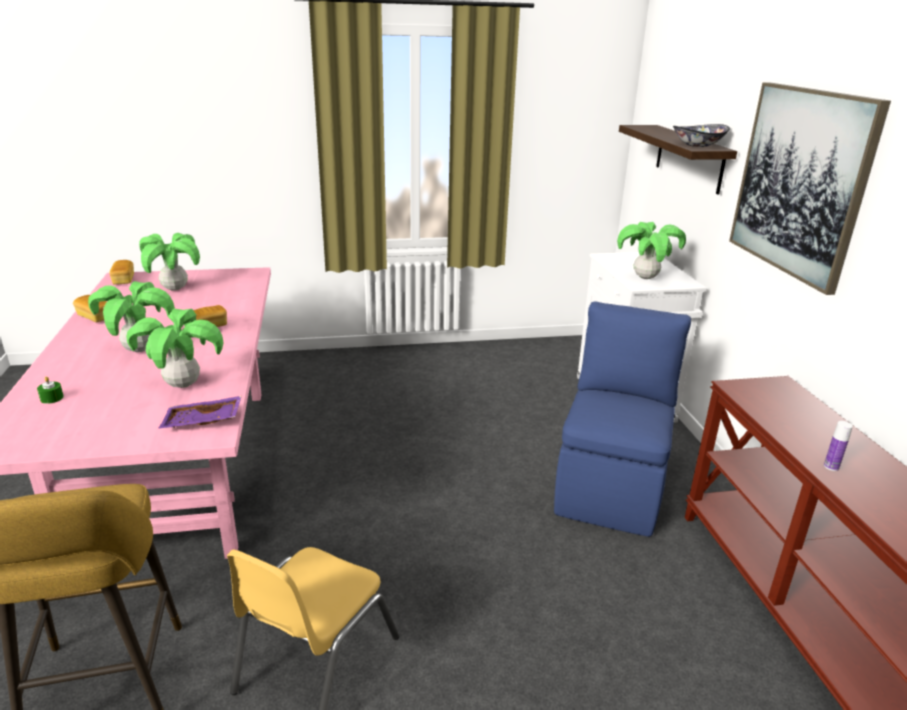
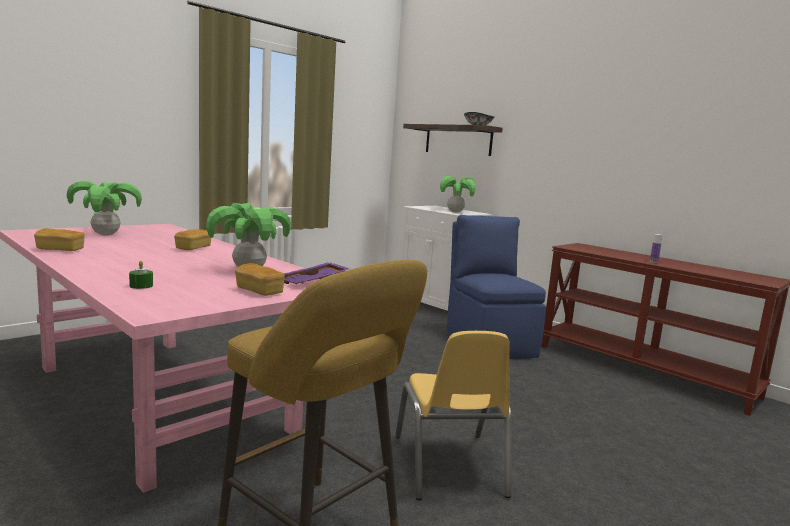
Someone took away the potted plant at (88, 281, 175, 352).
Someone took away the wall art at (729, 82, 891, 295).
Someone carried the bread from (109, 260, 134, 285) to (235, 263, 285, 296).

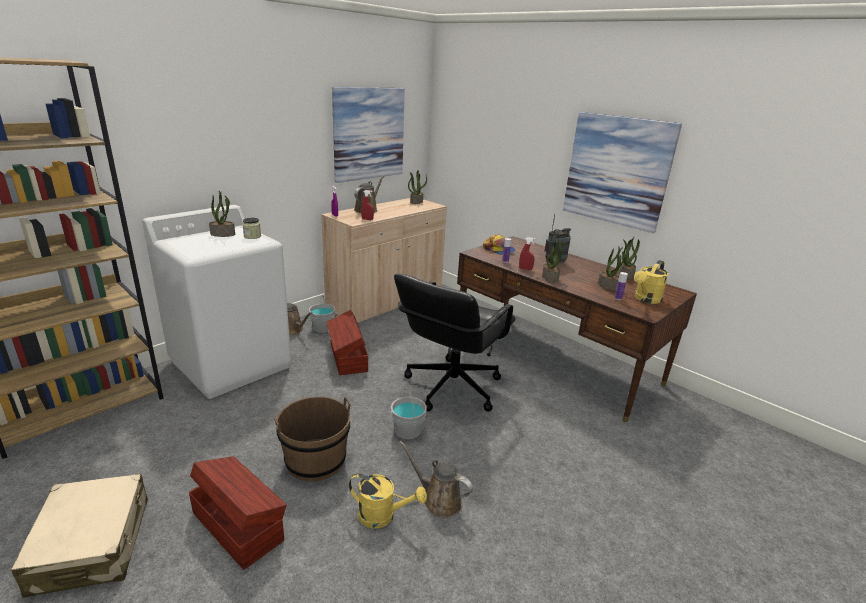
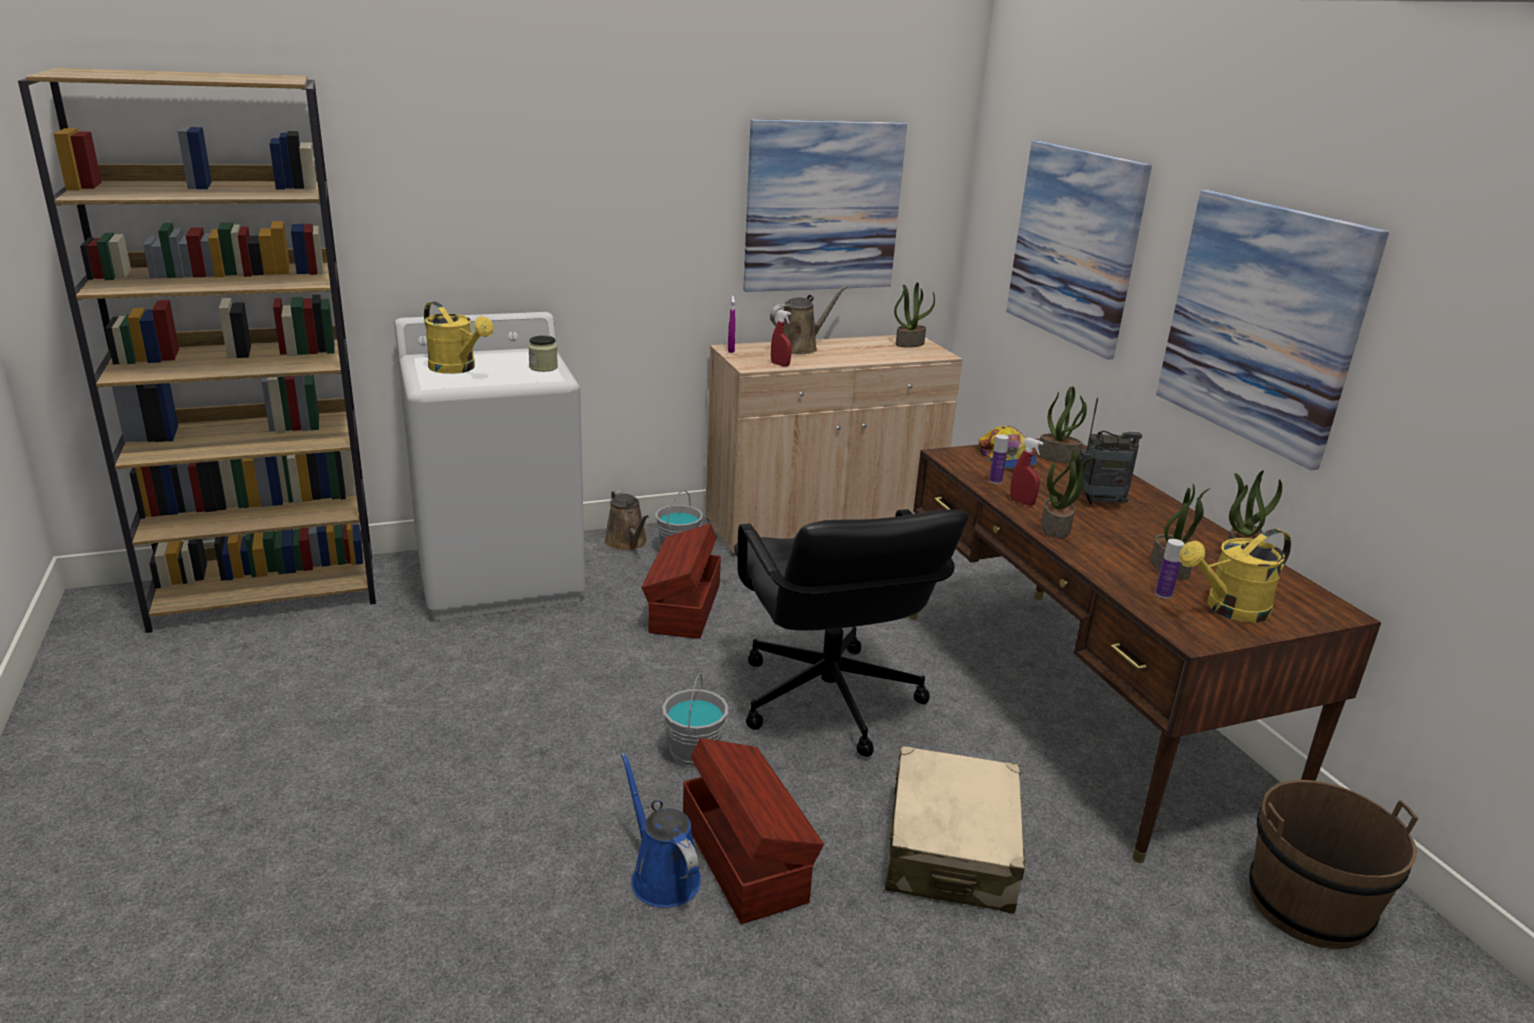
Someone put up the wall art at (1006, 141, 1152, 359).
Someone carried the sand-coloured travel case from (11, 474, 148, 598) to (885, 746, 1026, 914).
Someone carried the brown-coloured storage bin from (189, 456, 287, 570) to (683, 738, 824, 924).
Someone carried the potted plant from (209, 191, 235, 237) to (1038, 387, 1087, 464).
Someone carried the brown-coloured water bucket from (274, 396, 351, 482) to (1249, 780, 1418, 949).
Someone carried the yellow-coloured watering can from (349, 473, 427, 528) to (424, 302, 494, 374).
Someone repainted the brown-coloured watering can at (399, 441, 473, 518), which became the blue watering can at (621, 752, 701, 907).
Someone rotated the black office chair at (394, 274, 516, 412) by 75 degrees counterclockwise.

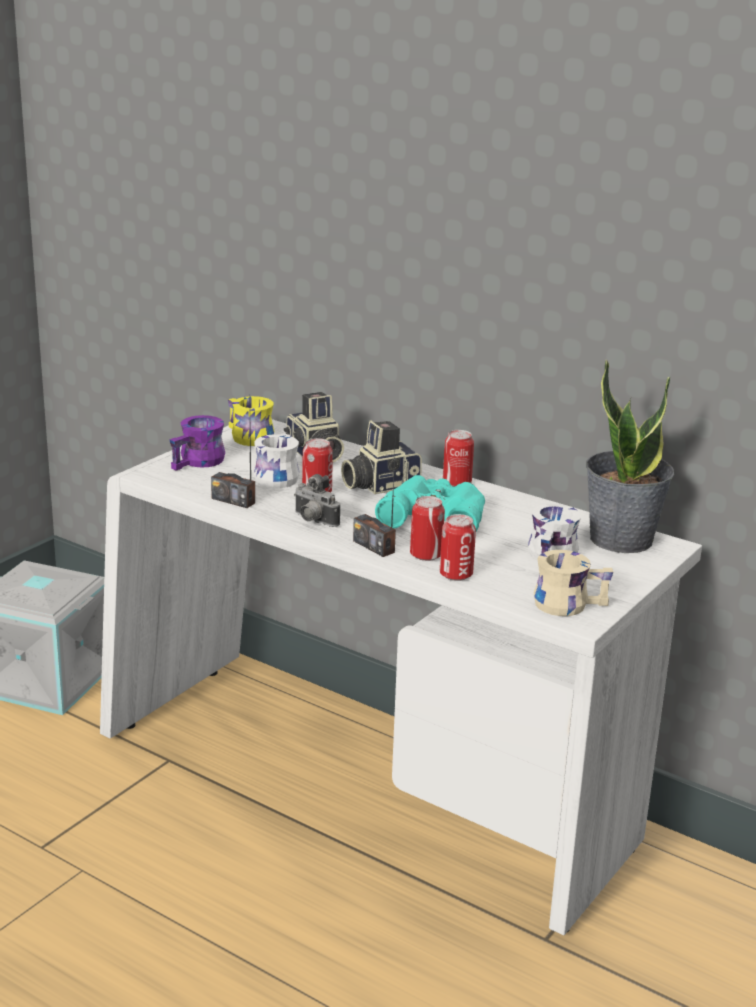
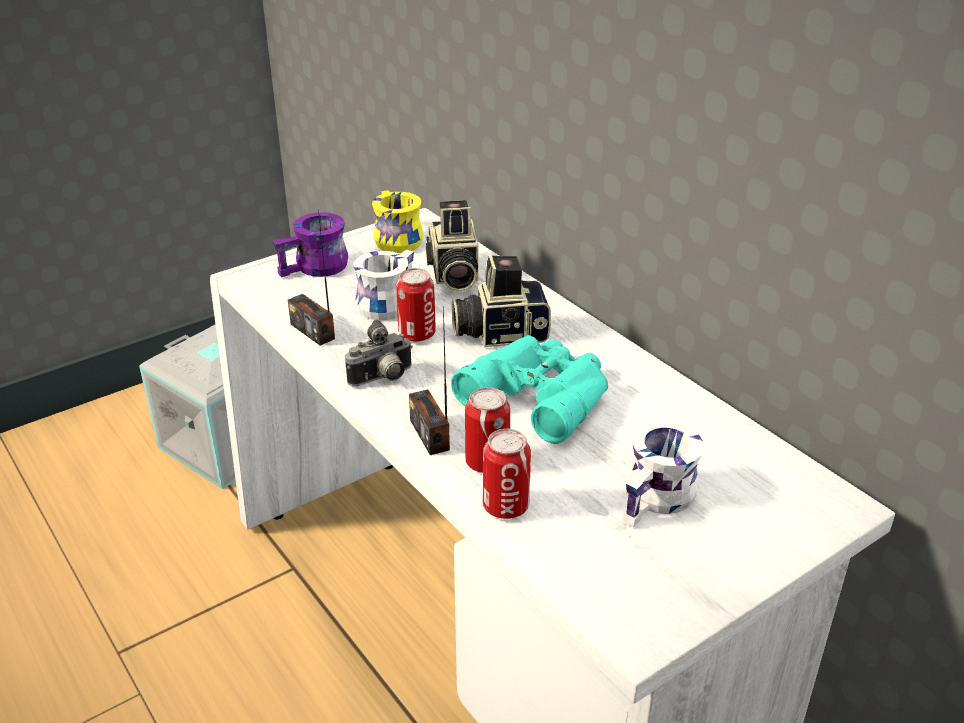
Someone took away the sealed can at (443, 430, 474, 487).
Someone took away the sand-coloured coffee mug at (534, 550, 613, 616).
Someone took away the potted plant at (586, 359, 674, 553).
Someone rotated the still camera at (294, 474, 340, 527) by 90 degrees counterclockwise.

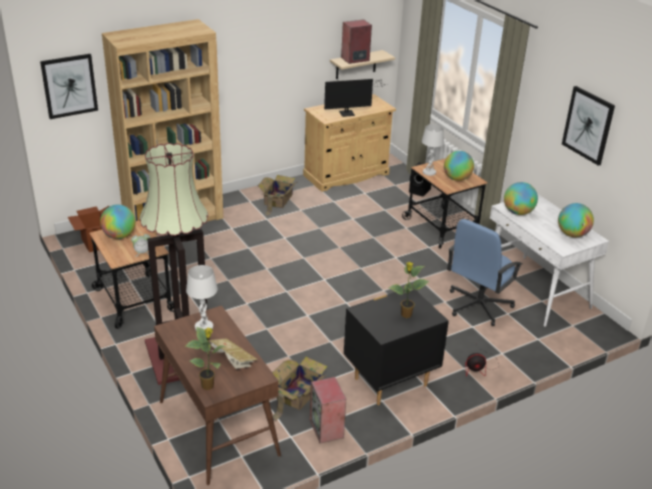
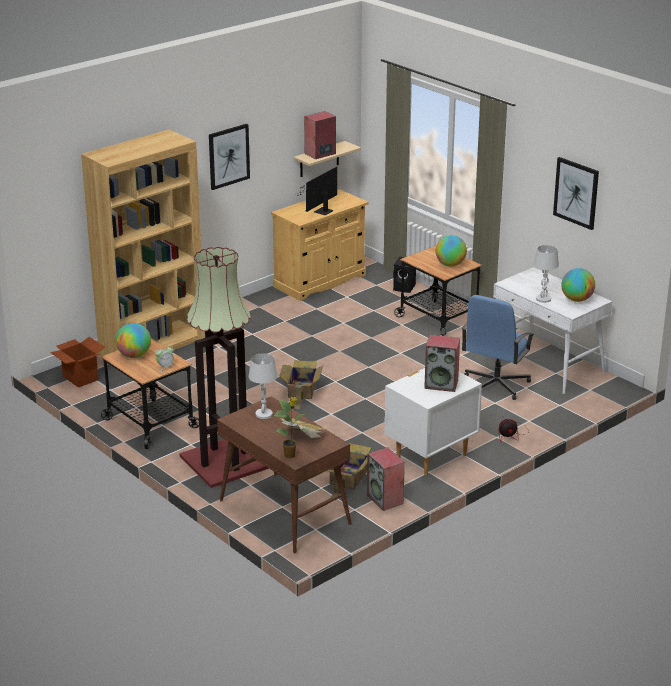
Someone took away the globe at (504, 182, 538, 215).
Someone carried the wall art from (40, 54, 98, 119) to (209, 124, 250, 190).
Someone carried the cardboard box from (258, 175, 297, 216) to (280, 360, 323, 410).
Someone carried the white table lamp from (422, 124, 444, 176) to (534, 245, 559, 303).
Someone swapped the potted plant at (389, 262, 429, 318) for the speaker at (424, 335, 460, 392).
Someone repainted the black night table at (344, 287, 449, 405), which became the white night table at (384, 368, 482, 476).
Someone rotated the computer screen at (324, 79, 385, 117) by 150 degrees clockwise.

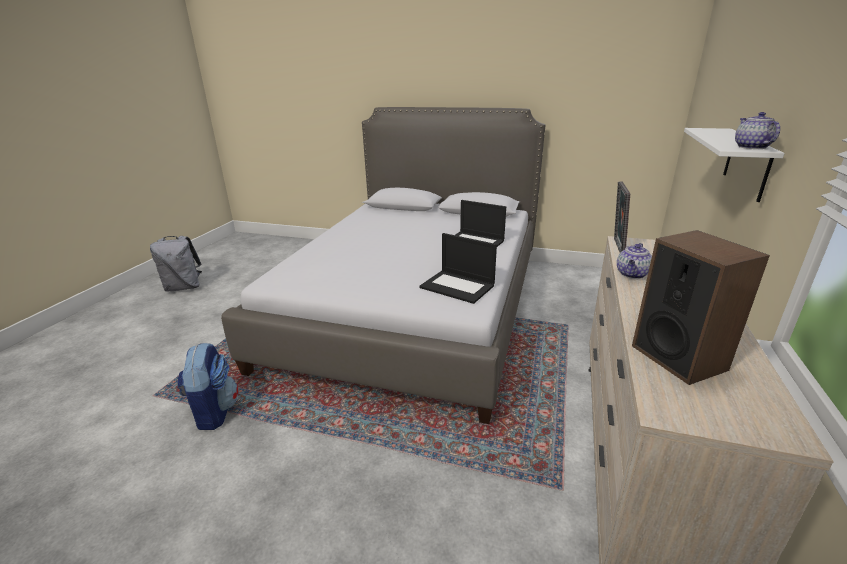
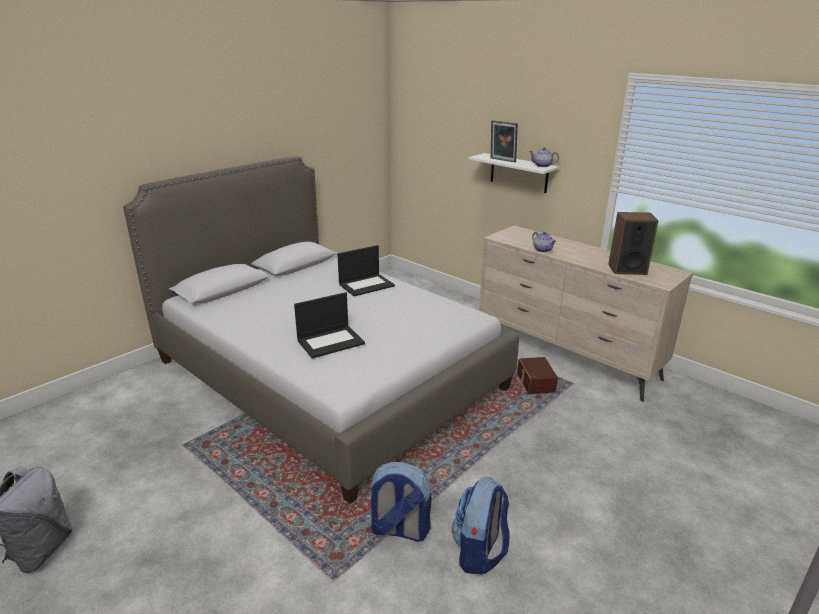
Someone put down the rucksack at (452, 477, 509, 574).
Someone put down the brown-coloured storage bin at (517, 357, 558, 394).
Someone carried the notebook computer from (419, 233, 497, 304) to (294, 292, 365, 359).
Someone carried the photo frame from (614, 181, 630, 252) to (491, 120, 518, 162).

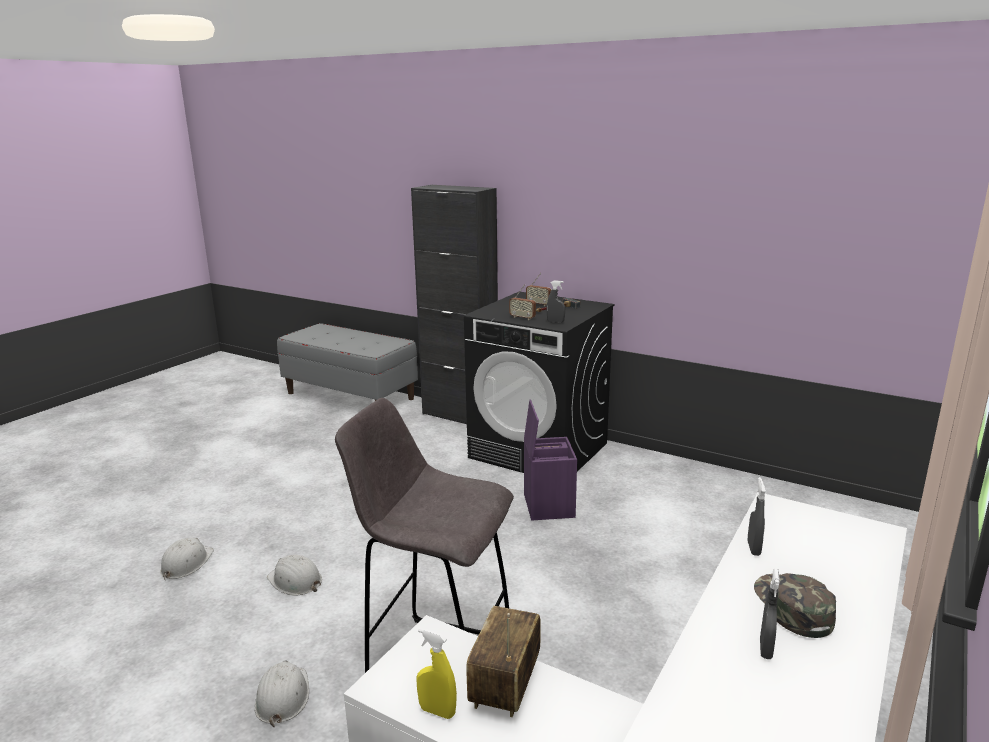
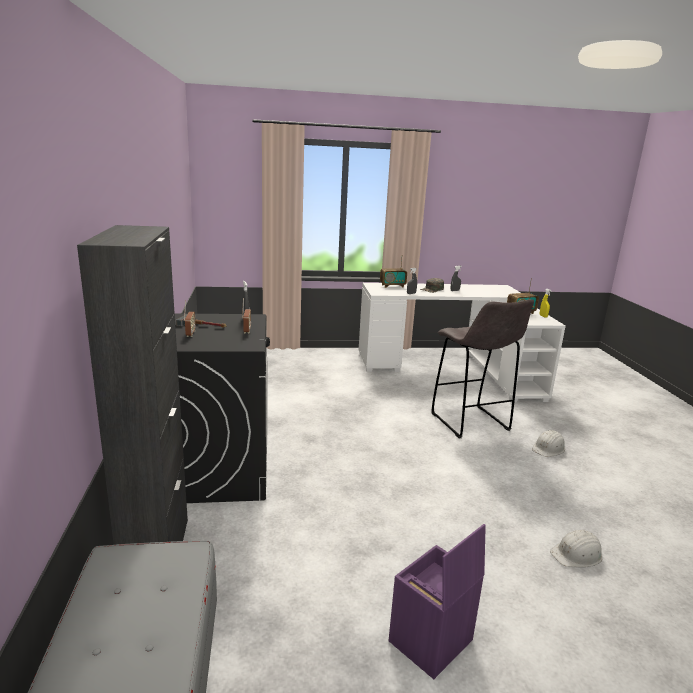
Someone took away the white work helmet at (267, 554, 322, 596).
Someone put down the radio at (380, 259, 407, 288).
Someone carried the purple-coloured storage bin from (524, 400, 577, 520) to (388, 524, 486, 679).

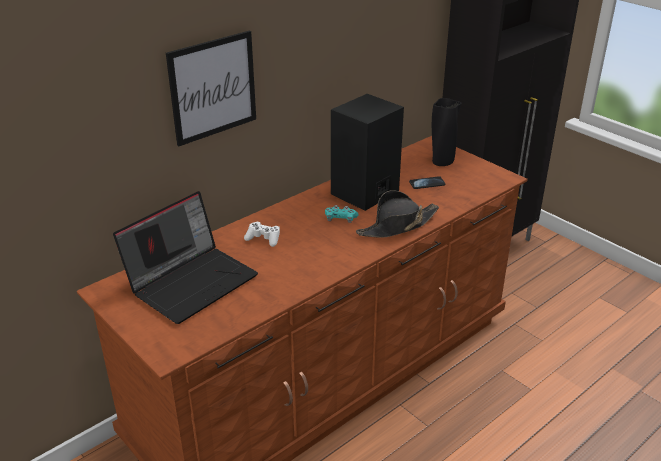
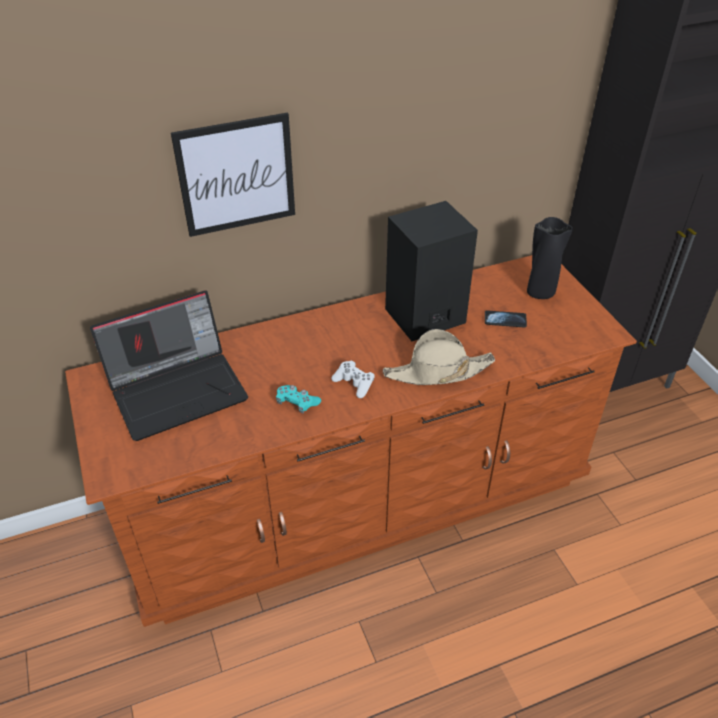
Someone carried the white joypad from (244, 222, 280, 247) to (331, 360, 374, 398).
Someone carried the blue-green joypad from (325, 205, 359, 223) to (276, 385, 321, 413).
Someone repainted the black hat at (356, 190, 439, 238), which became the sand-coloured hat at (383, 329, 495, 385).

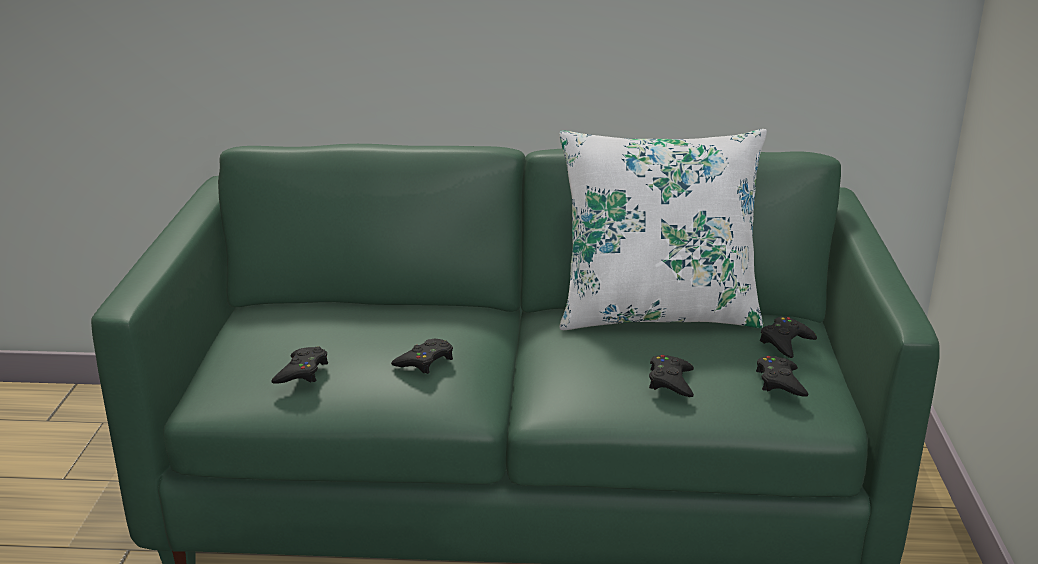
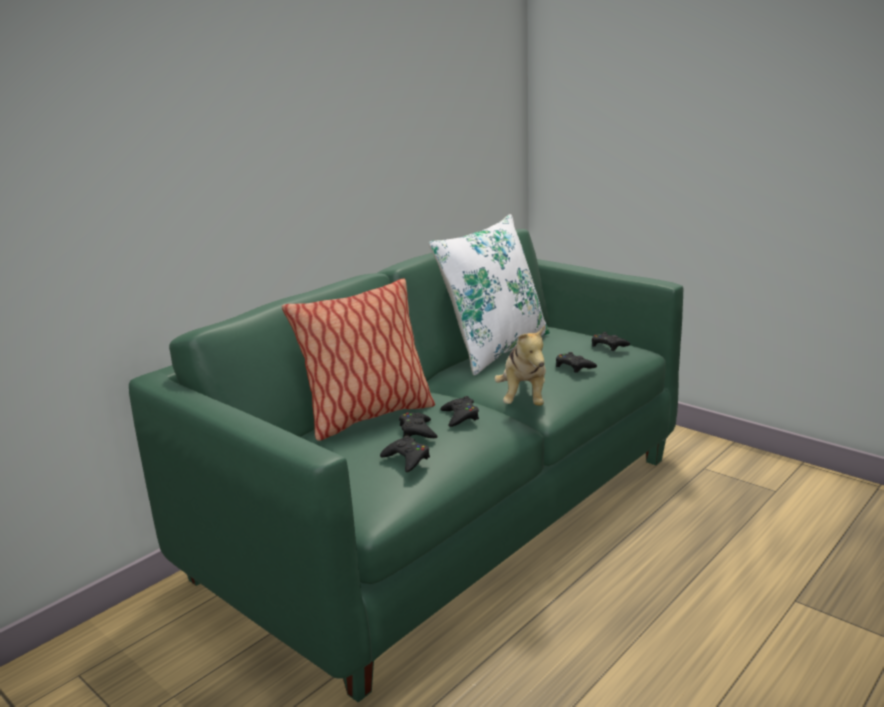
Someone put down the cushion at (282, 278, 435, 441).
Someone put down the plush toy at (494, 325, 546, 406).
Someone carried the black joypad from (760, 317, 817, 358) to (399, 413, 438, 438).

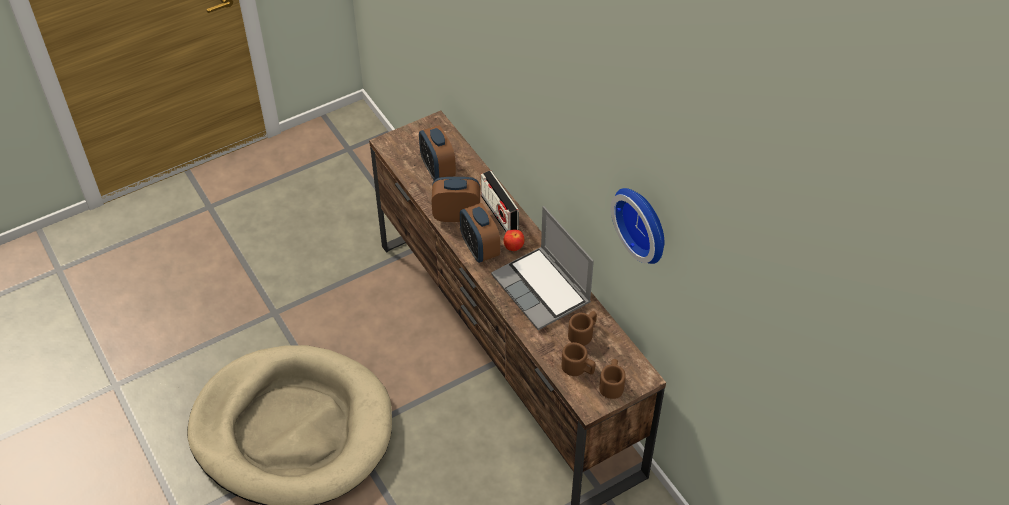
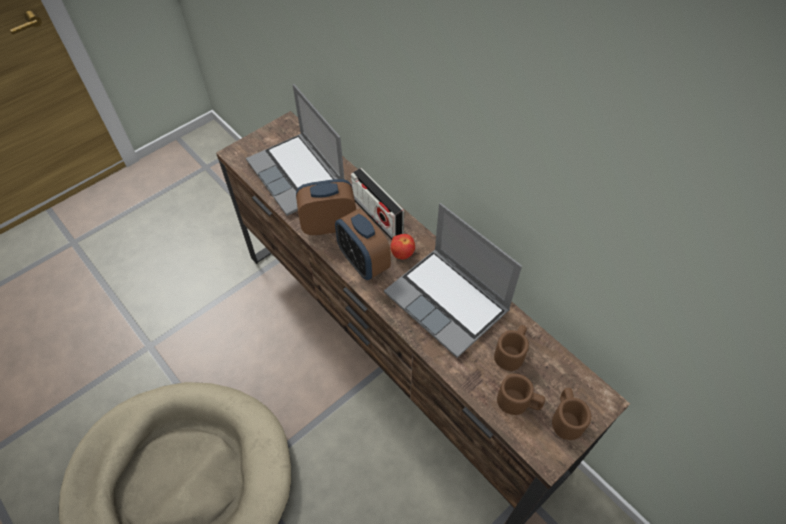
Someone took away the wall clock at (611, 188, 664, 264).
Someone swapped the bedside clock at (419, 125, 456, 180) for the notebook computer at (246, 84, 345, 216).

